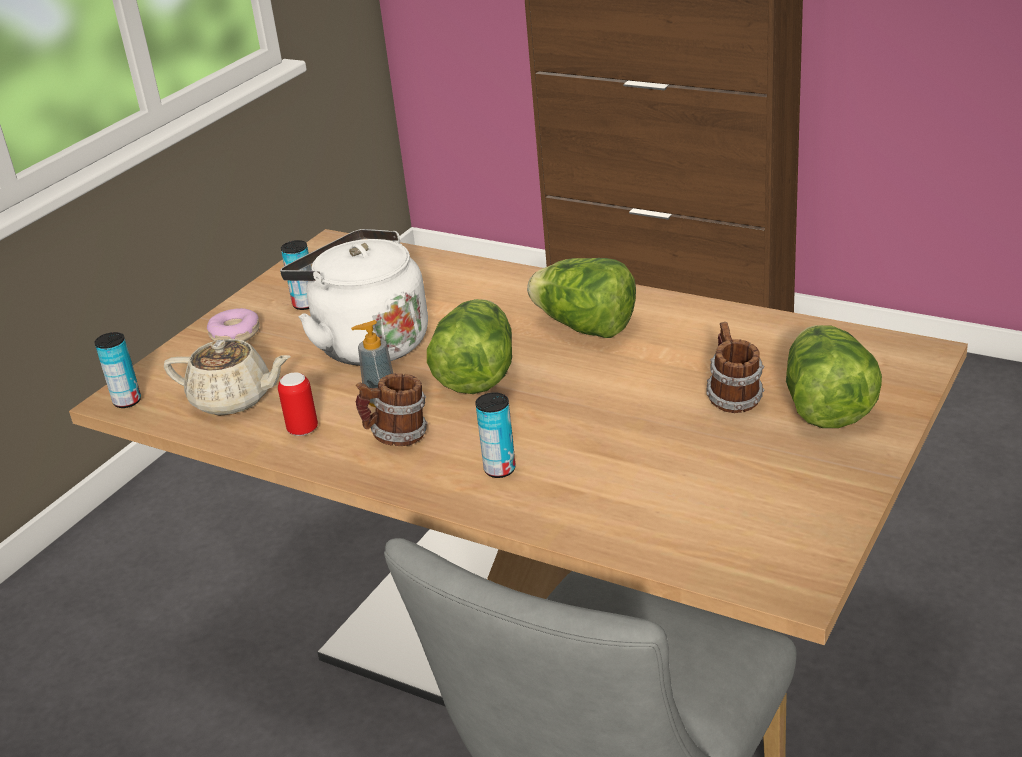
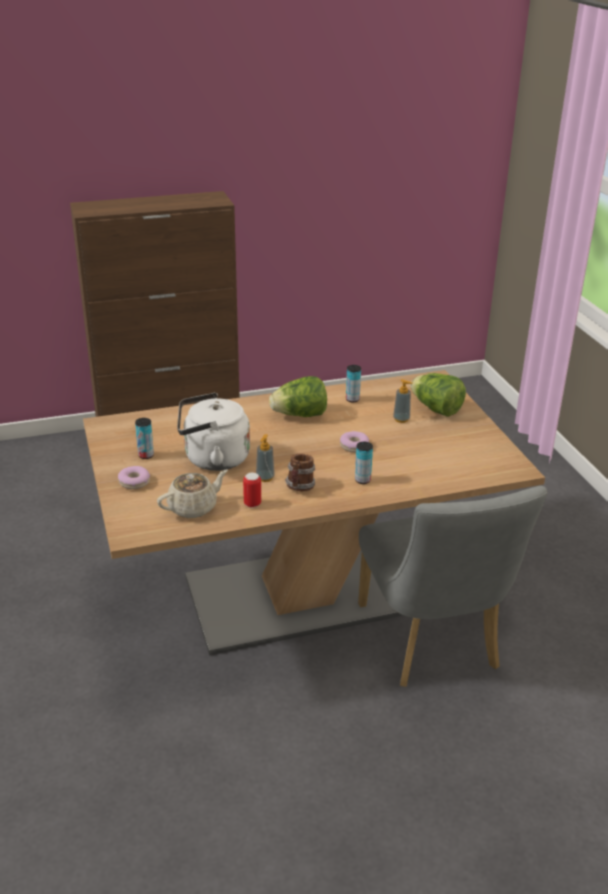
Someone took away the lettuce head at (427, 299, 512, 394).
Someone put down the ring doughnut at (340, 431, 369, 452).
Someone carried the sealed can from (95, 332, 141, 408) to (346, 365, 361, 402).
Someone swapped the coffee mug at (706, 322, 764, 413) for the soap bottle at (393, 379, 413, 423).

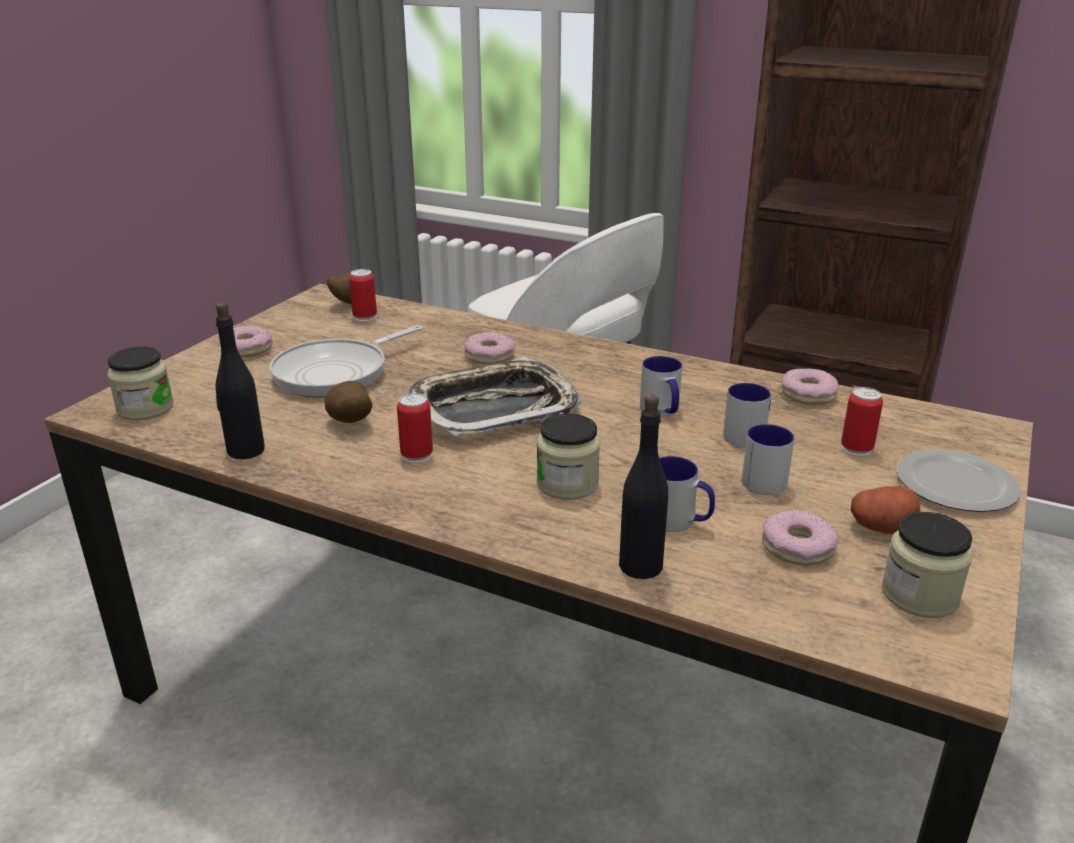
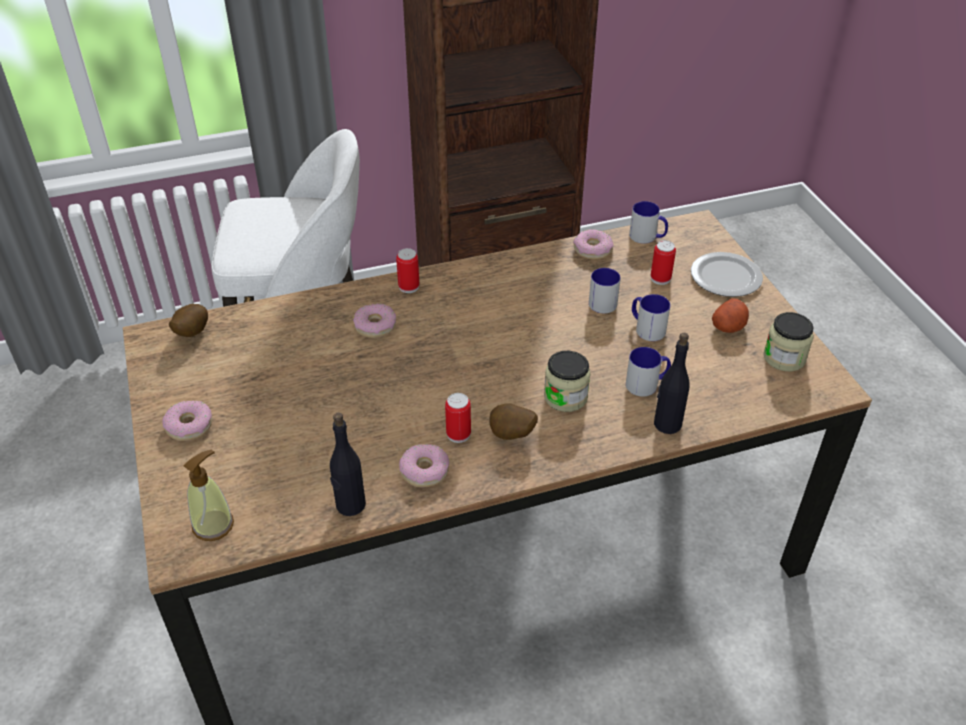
Someone took away the skillet at (269, 325, 423, 397).
Someone took away the serving tray at (407, 357, 581, 437).
Someone carried the whole potato from (324, 381, 372, 423) to (489, 403, 538, 440).
Someone carried the sealed can from (349, 269, 377, 322) to (396, 248, 419, 293).
Someone carried the coffee mug from (640, 356, 682, 417) to (629, 201, 668, 244).
Someone carried the ring doughnut from (762, 510, 839, 565) to (399, 444, 449, 487).
Someone swapped the jar at (107, 347, 173, 420) for the soap bottle at (184, 450, 234, 541).

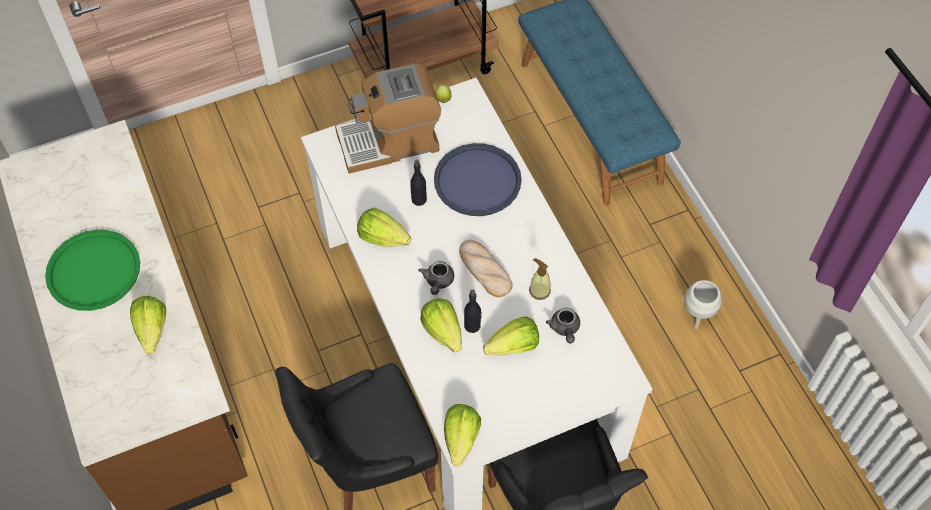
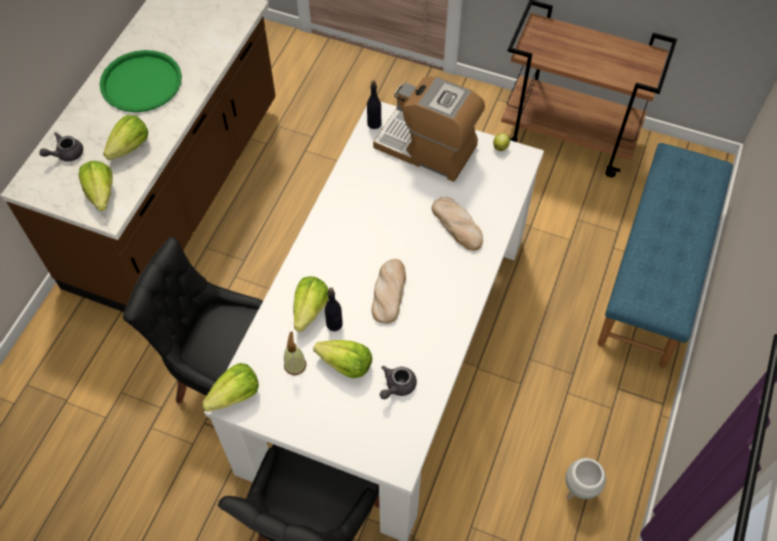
Someone carried the lettuce head from (357, 207, 411, 247) to (79, 161, 113, 211).
Someone carried the black beverage bottle from (410, 160, 427, 206) to (367, 80, 381, 129).
Someone carried the gray teapot from (418, 261, 454, 295) to (39, 132, 83, 162).
Someone carried the soap bottle from (529, 258, 551, 300) to (284, 332, 306, 375).
Someone swapped the blue serving tray at (434, 143, 522, 216) for the bread at (432, 197, 483, 251).

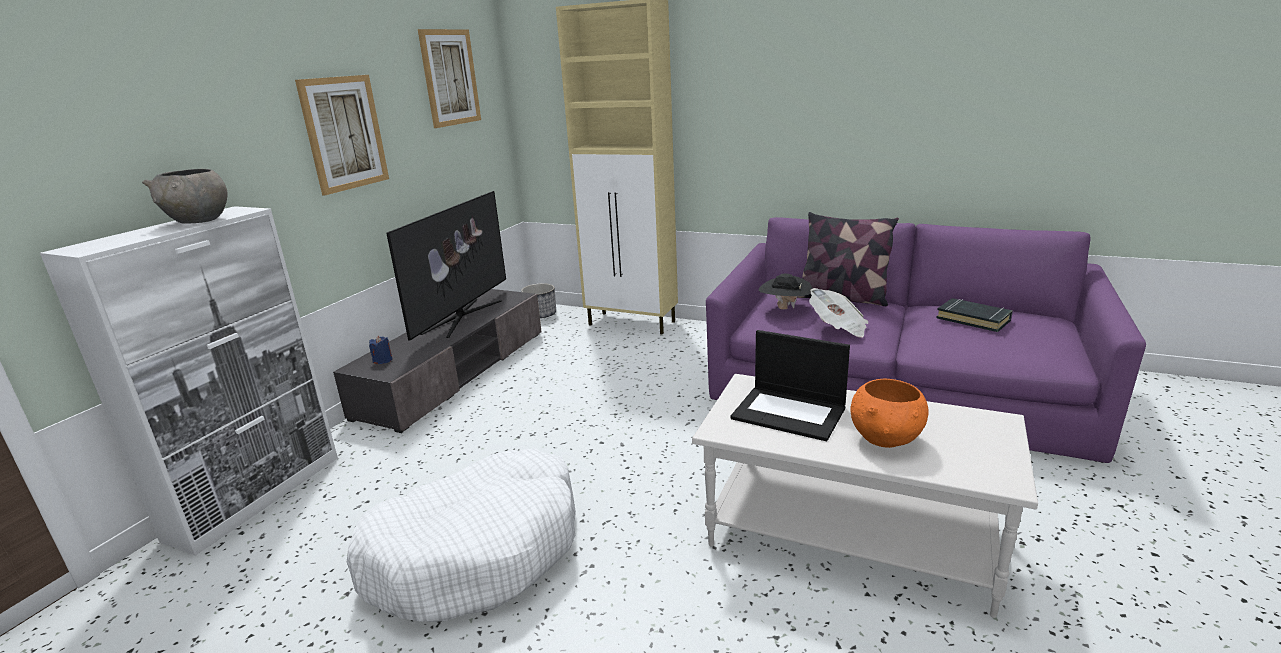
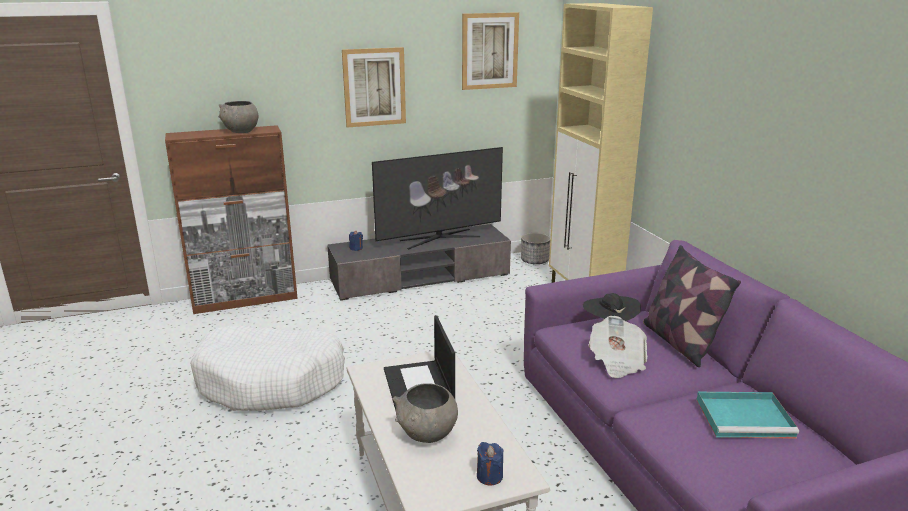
Someone put down the blue candle at (477, 442, 503, 486).
Someone swapped the black book at (936, 298, 1013, 332) for the blue-green serving tray at (697, 392, 799, 439).
Someone repainted the white storage cabinet at (40, 206, 338, 556), which became the brown-coloured storage cabinet at (165, 125, 298, 314).
Someone repainted the orange-coloured bowl at (850, 379, 928, 448), which became the gray bowl at (392, 383, 458, 443).

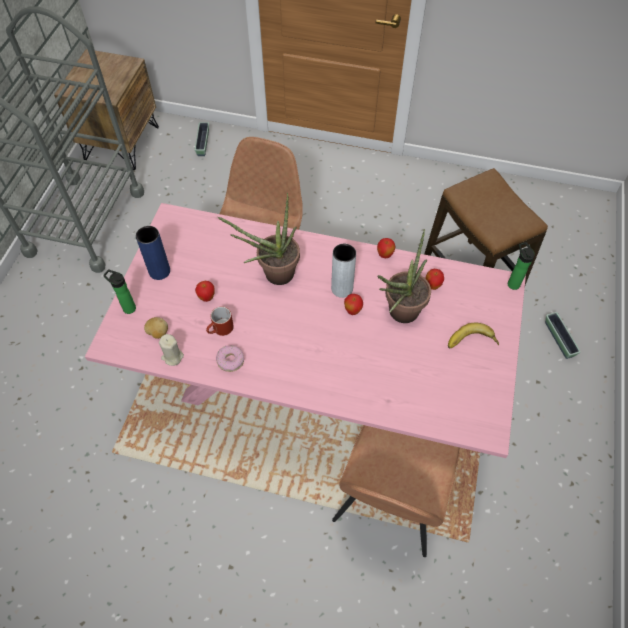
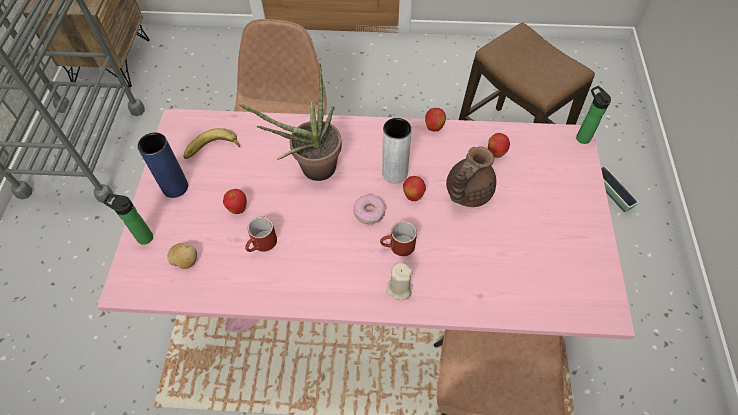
Someone took away the plant pot at (195, 122, 209, 156).
Someone put down the reddish coffee mug at (380, 221, 417, 256).
Someone carried the sand-coloured candle from (159, 334, 184, 366) to (386, 263, 413, 300).
Someone carried the ring doughnut from (216, 345, 244, 372) to (353, 194, 386, 224).
Someone carried the banana from (448, 323, 499, 349) to (183, 128, 240, 159).
Someone swapped the potted plant at (377, 229, 431, 323) for the brown-coloured teapot at (446, 146, 496, 207).

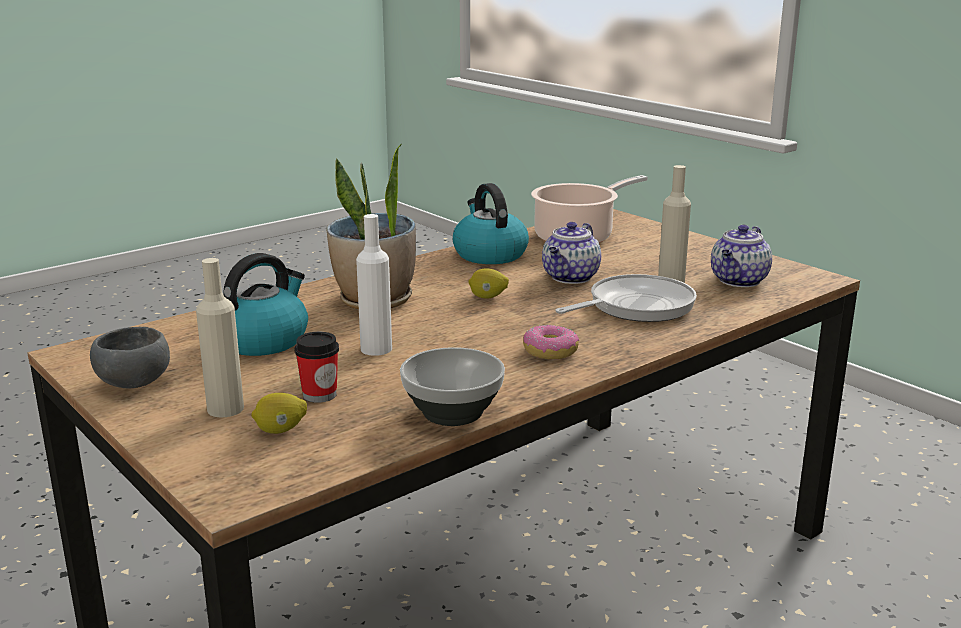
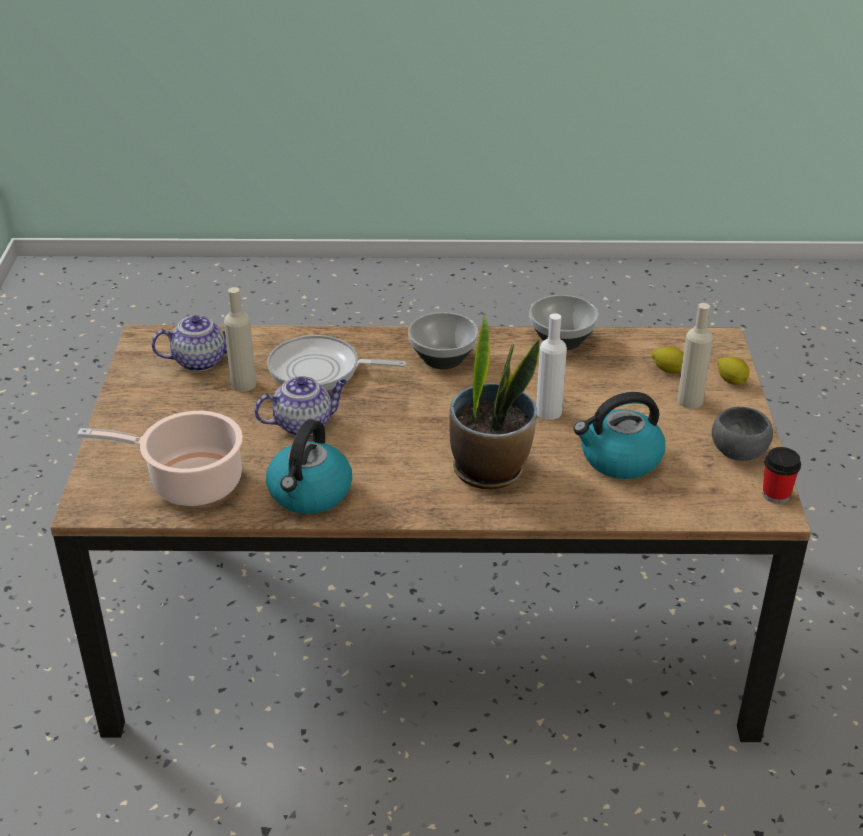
Someone carried the small cup from (295, 332, 339, 403) to (763, 447, 801, 504).
Someone carried the lemon from (468, 268, 509, 299) to (717, 356, 749, 385).
Someone swapped the ring doughnut at (523, 324, 579, 359) for the bowl at (408, 312, 479, 369).

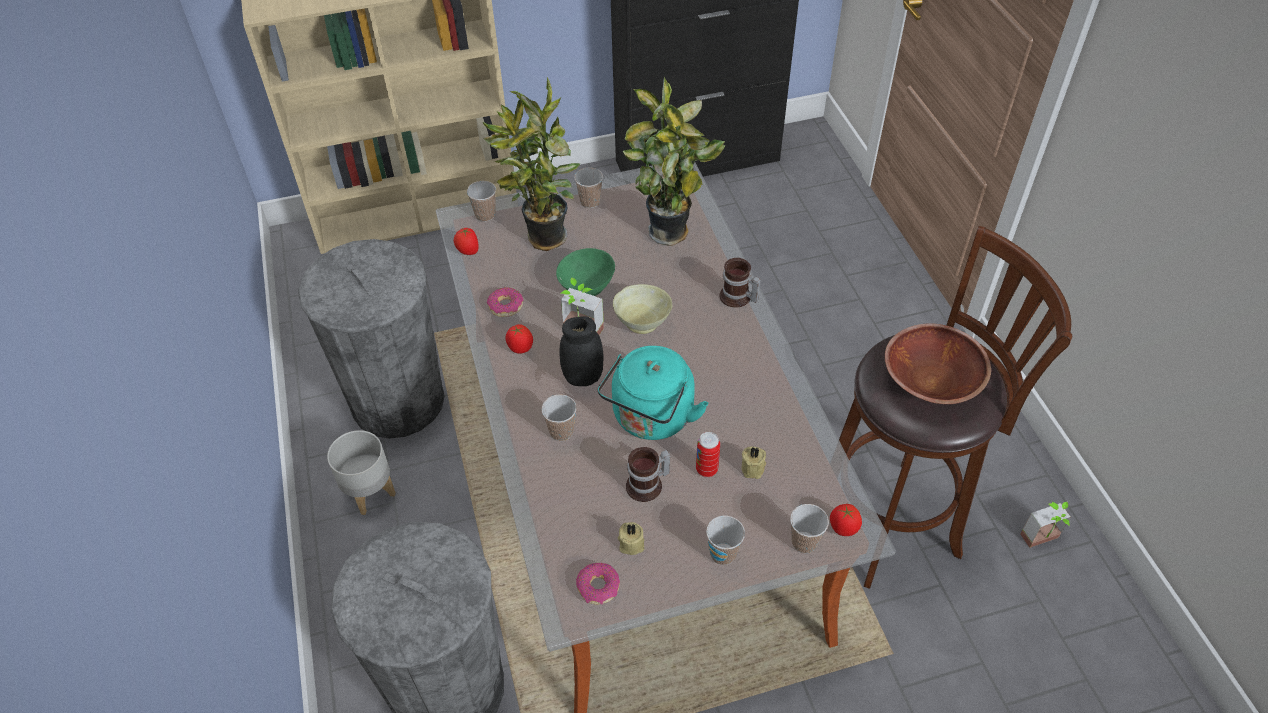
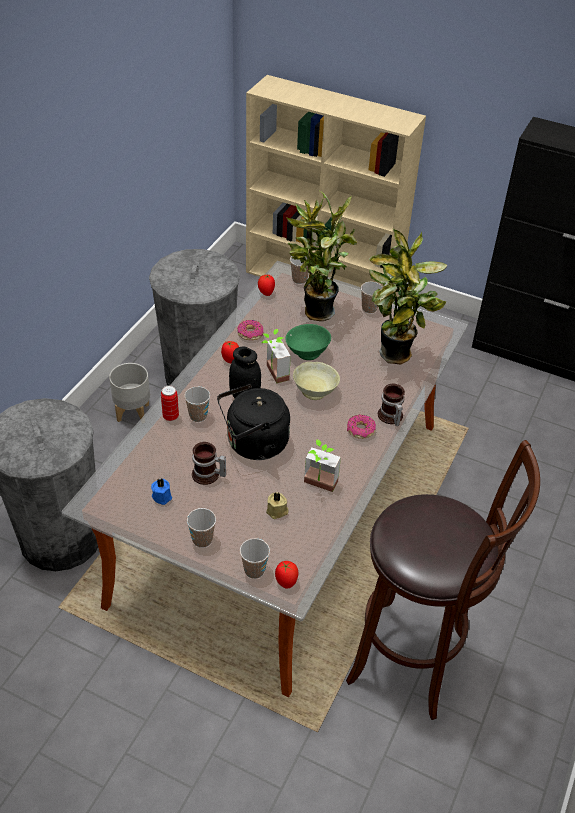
Someone took away the brown-coloured bowl at (885, 323, 991, 404).
Someone carried the ring doughnut from (576, 563, 620, 604) to (347, 414, 376, 439).
Someone carried the sealed can from (696, 432, 720, 477) to (161, 385, 179, 421).
Someone carried the potted plant from (1020, 502, 1071, 548) to (304, 439, 341, 492).
Someone repainted the blue-green kettle at (598, 346, 708, 440), which became the black kettle at (217, 384, 290, 460).
Someone repainted the sand-coloured candle at (618, 522, 645, 555), which became the blue candle at (151, 478, 172, 505).

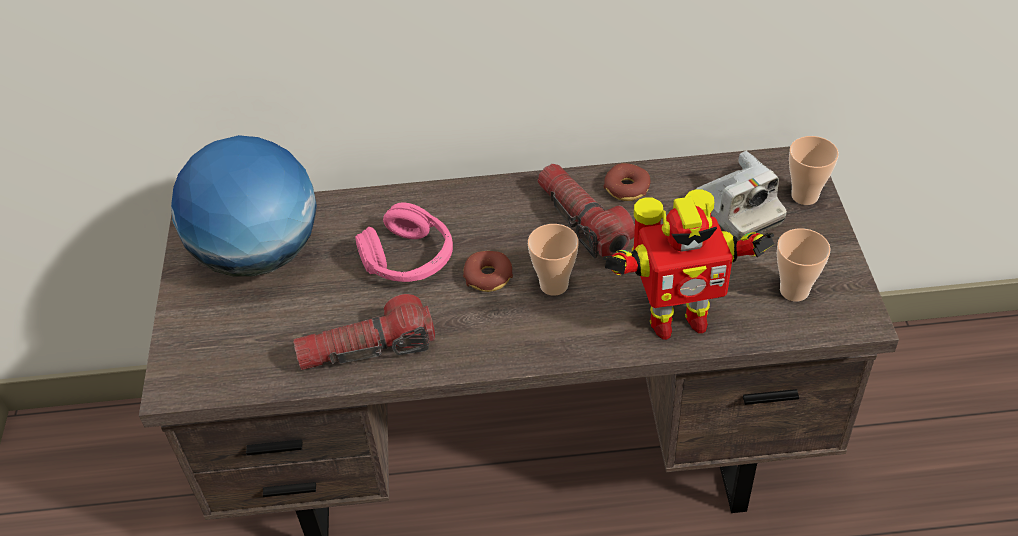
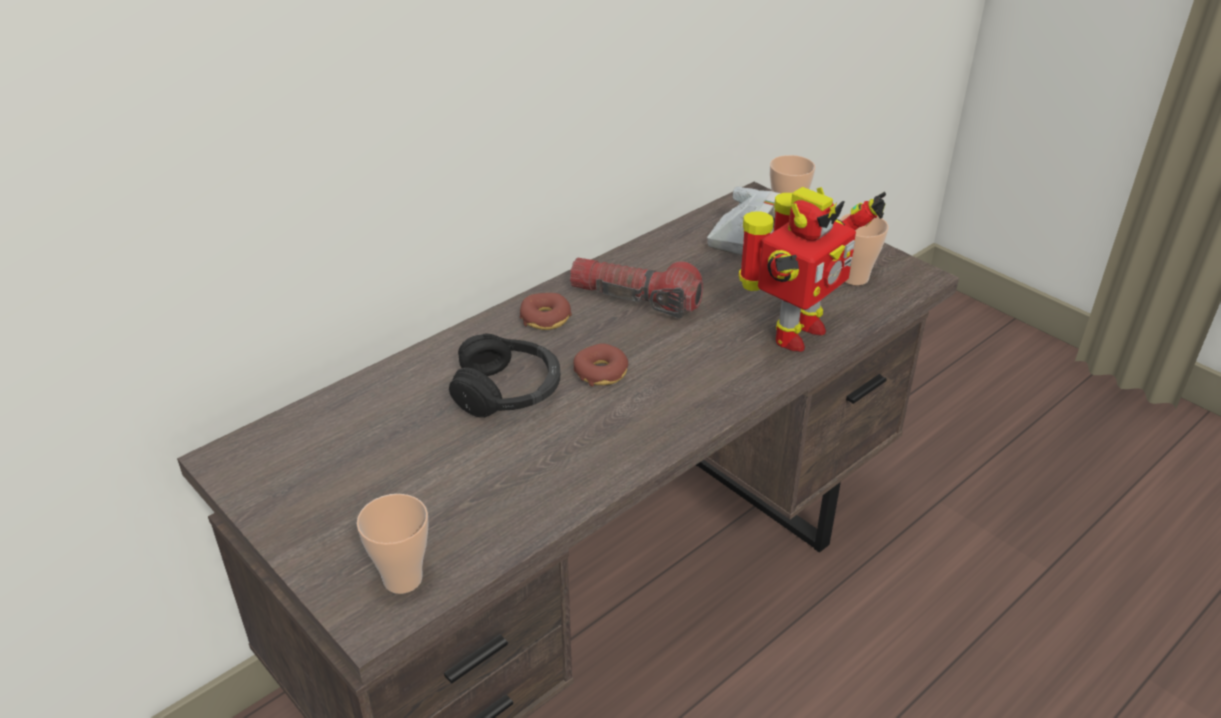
Someone took away the globe at (171, 135, 317, 277).
Someone took away the torch at (293, 294, 435, 370).
Someone carried the small cup from (528, 224, 579, 296) to (357, 494, 428, 594).
Someone carried the ring doughnut from (603, 163, 650, 201) to (520, 293, 572, 330).
Someone repainted the pinkish pair of headphones at (355, 203, 453, 282), which became the black pair of headphones at (449, 333, 560, 418).

